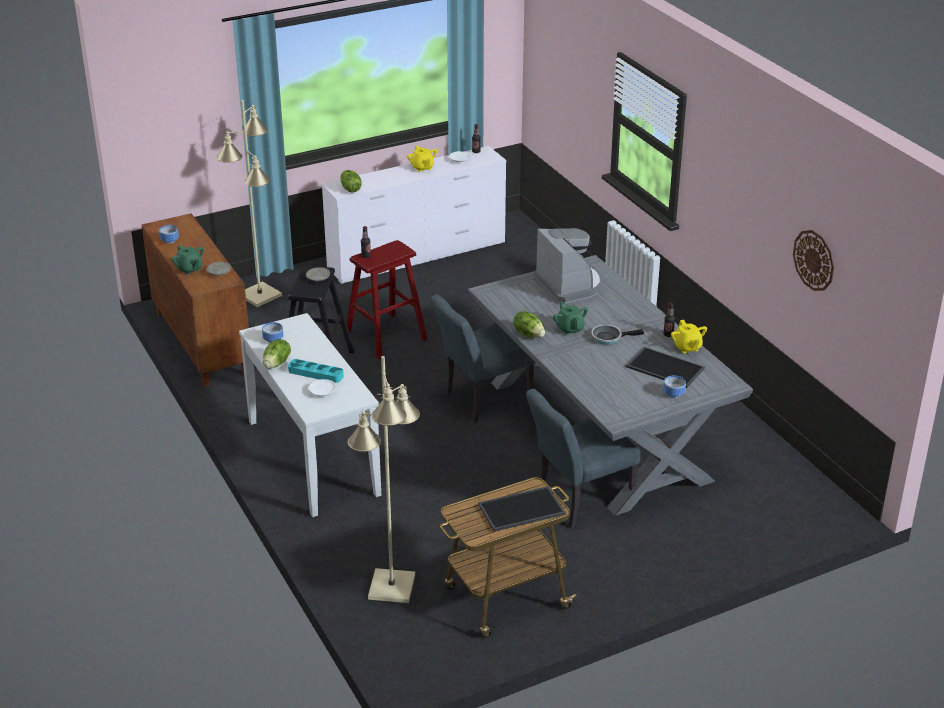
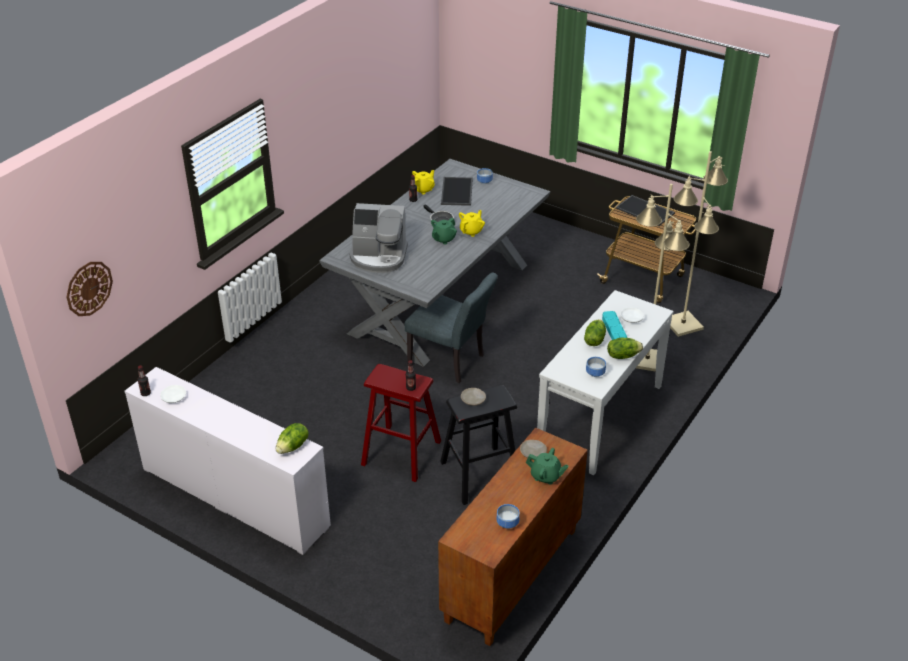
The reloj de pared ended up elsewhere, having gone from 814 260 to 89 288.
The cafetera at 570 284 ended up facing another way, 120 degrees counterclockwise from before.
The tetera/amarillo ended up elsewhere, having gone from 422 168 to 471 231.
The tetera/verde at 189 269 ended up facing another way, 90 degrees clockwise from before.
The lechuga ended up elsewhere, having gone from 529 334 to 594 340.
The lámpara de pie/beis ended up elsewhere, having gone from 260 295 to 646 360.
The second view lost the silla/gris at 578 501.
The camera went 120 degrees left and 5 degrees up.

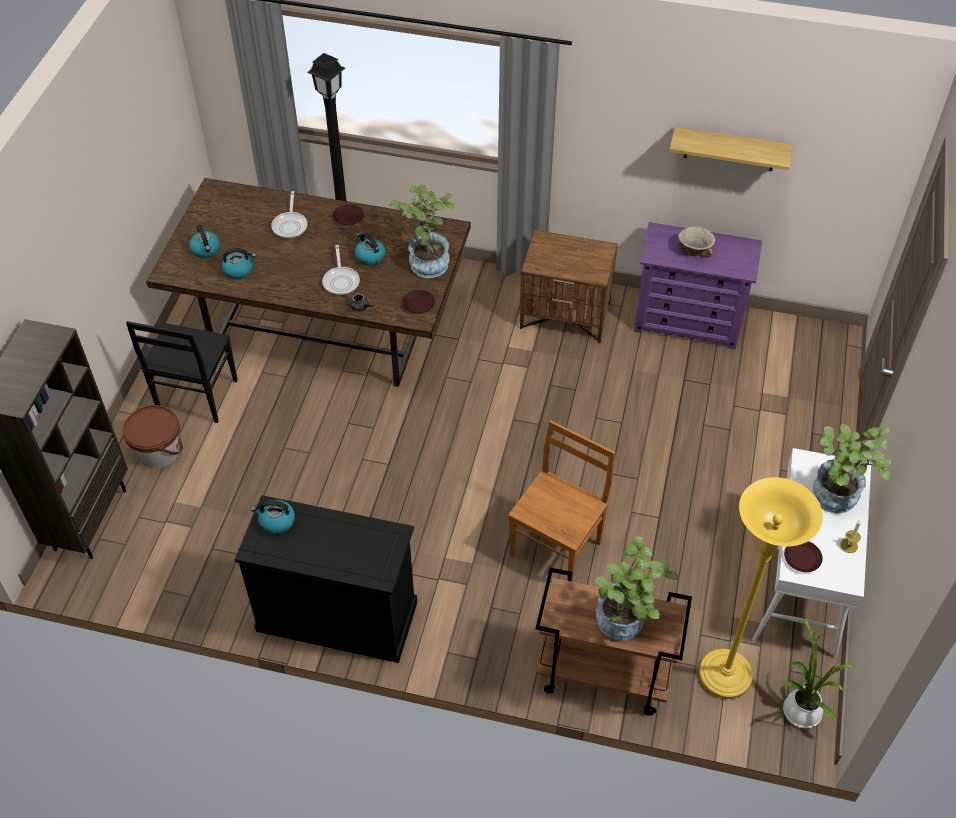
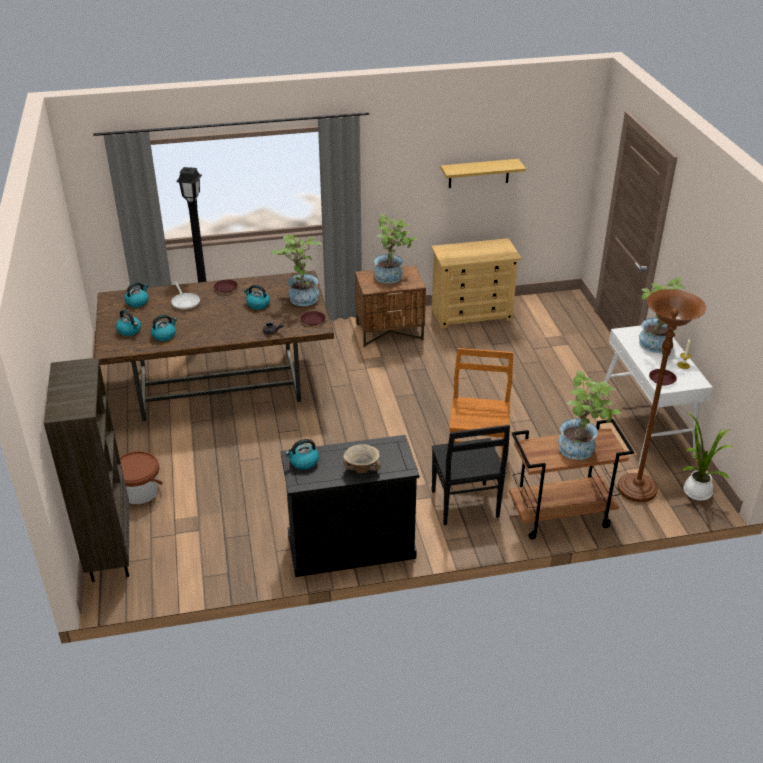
The second view gained the hervidor at 137 302.
The cuenco/beis ended up elsewhere, having gone from 694 251 to 361 468.
The second view gained the planta en maceta at 392 277.
What was the cómoda/morado at 688 321 turned into the cómoda/beis at 472 314.
The silla/negro ended up elsewhere, having gone from 196 397 to 465 505.
What was the lámpara de pie/amarillo at 725 675 turned into the lámpara de pie/marrón at 637 489.
The second view lost the sartén at 341 280.
The camera went 25 degrees left and 15 degrees down.

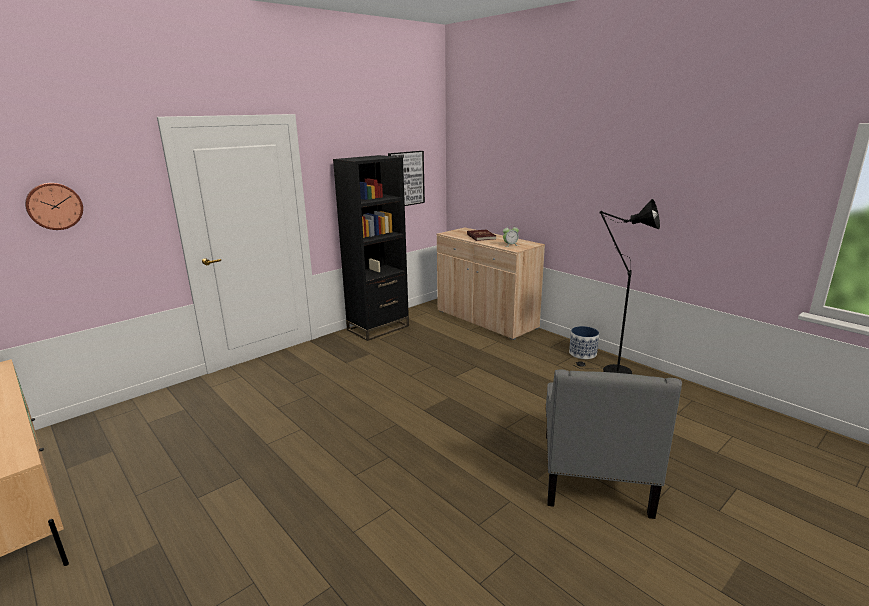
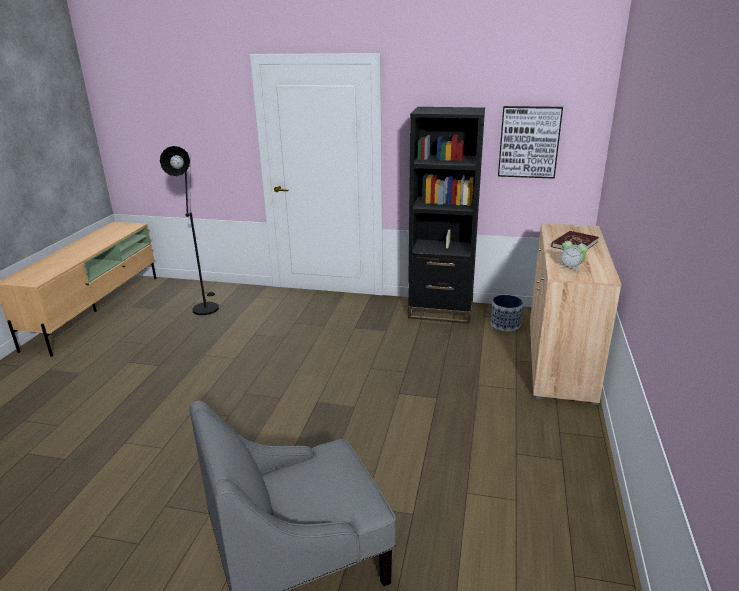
The lámpara de pie/negro ended up elsewhere, having gone from 611 371 to 205 307.
The maceta ended up elsewhere, having gone from 582 353 to 505 324.
The second view lost the reloj de pared at 54 206.
The camera went 55 degrees right and 5 degrees up.

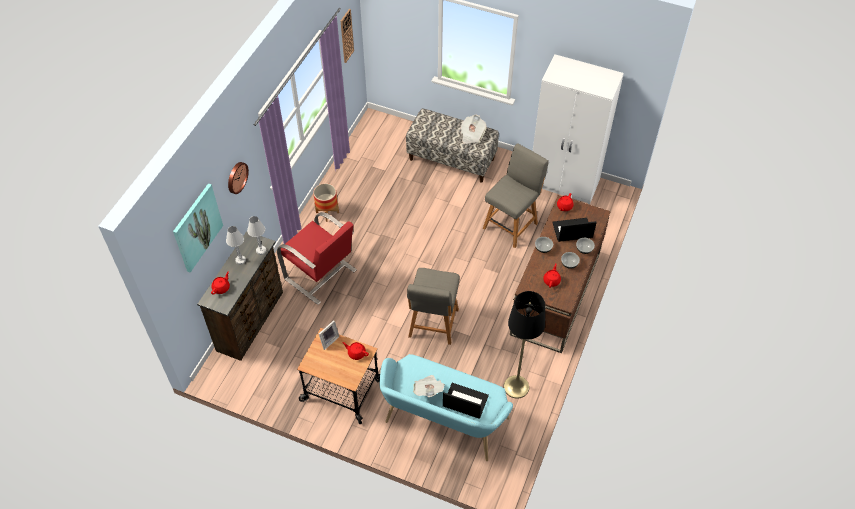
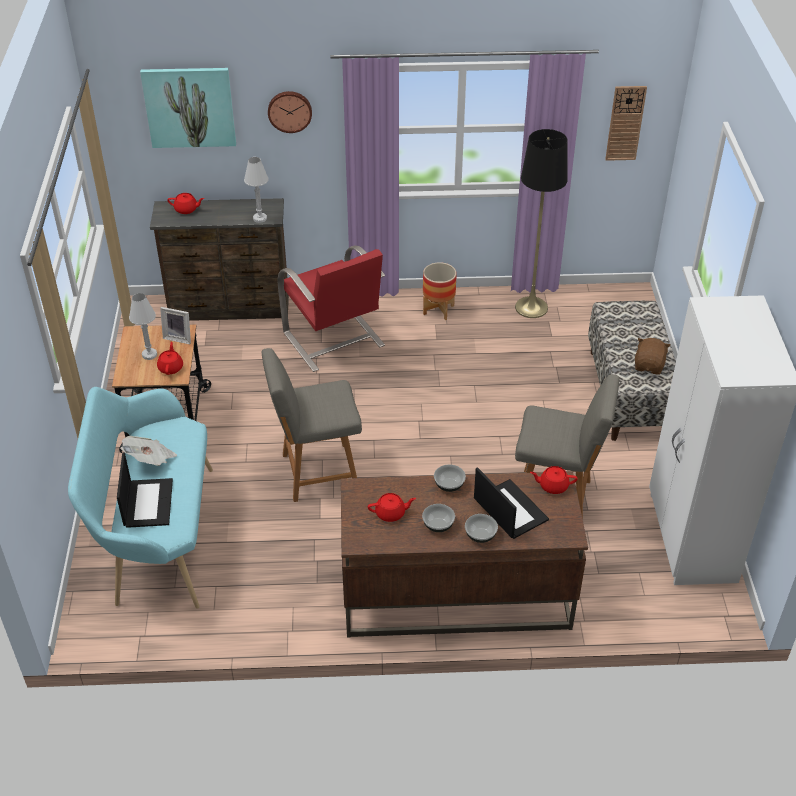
The lámpara de mesa/blanco ended up elsewhere, having gone from 240 260 to 149 354.
The sillón/rojo at 321 275 ended up facing another way, 45 degrees counterclockwise from before.
The lámpara de pie/negro ended up elsewhere, having gone from 516 387 to 531 307.
Where the periódico stood at 472 135, the peluche/marrón came to stand at 649 366.
The camera went 65 degrees right and 10 degrees down.

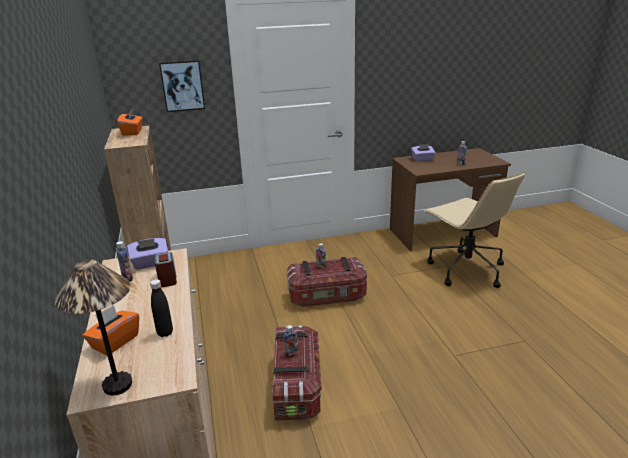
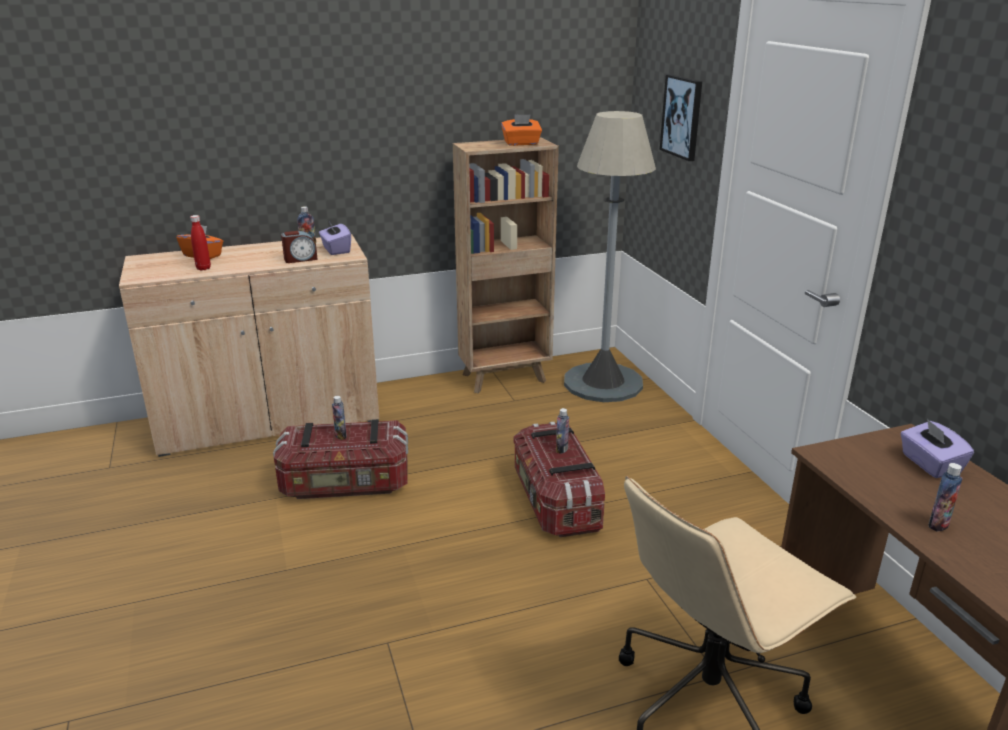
What was the botella/negro at 165 333 turned into the botella/rojo at 203 268.
The second view gained the lámpara de pie/gris at 603 383.
The second view lost the lámpara de mesa at 118 385.
The camera went 85 degrees right and 0 degrees up.

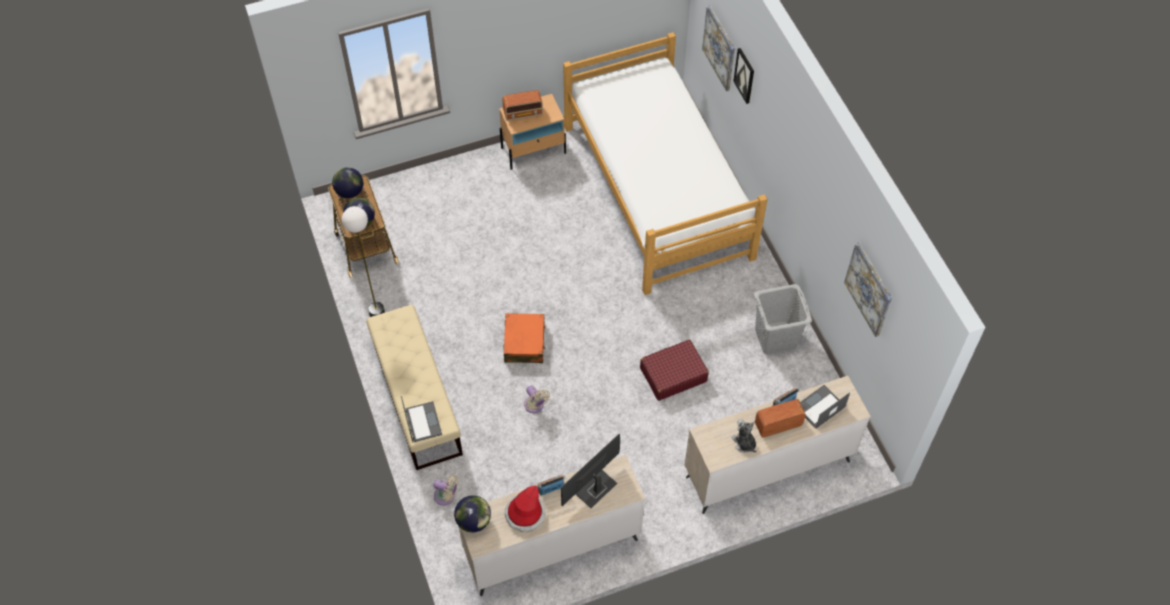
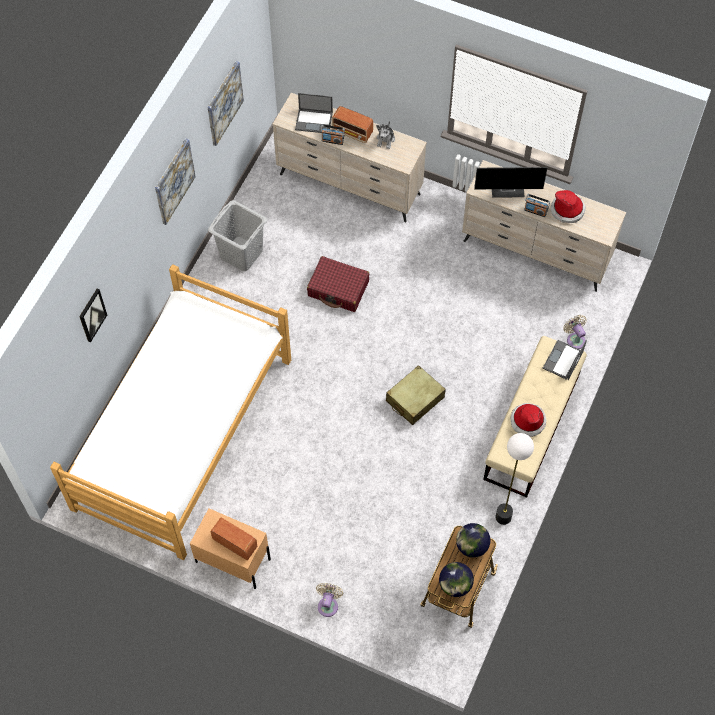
The cuadro ended up elsewhere, having gone from 719 48 to 174 181.
The ventilador/beis ended up elsewhere, having gone from 535 406 to 328 604.
What was the maleta/naranja at 524 343 turned into the maleta/beis at 414 399.
The second view gained the sombrero at 527 421.
The second view lost the globo terráqueo at 474 521.
The camera went 135 degrees left and 5 degrees up.

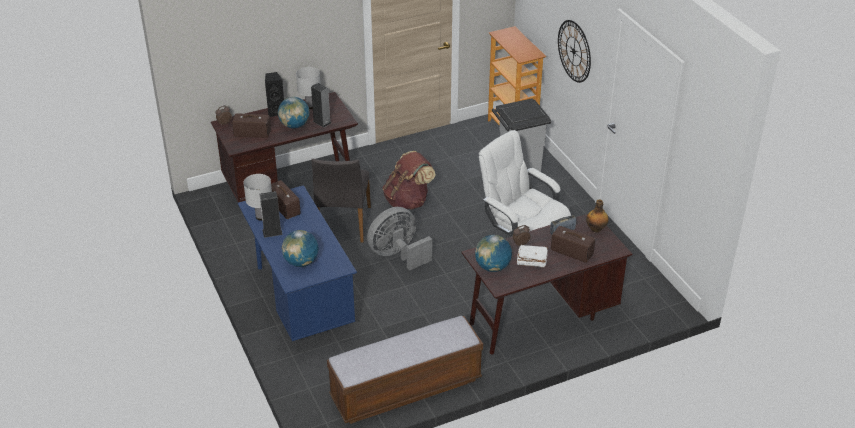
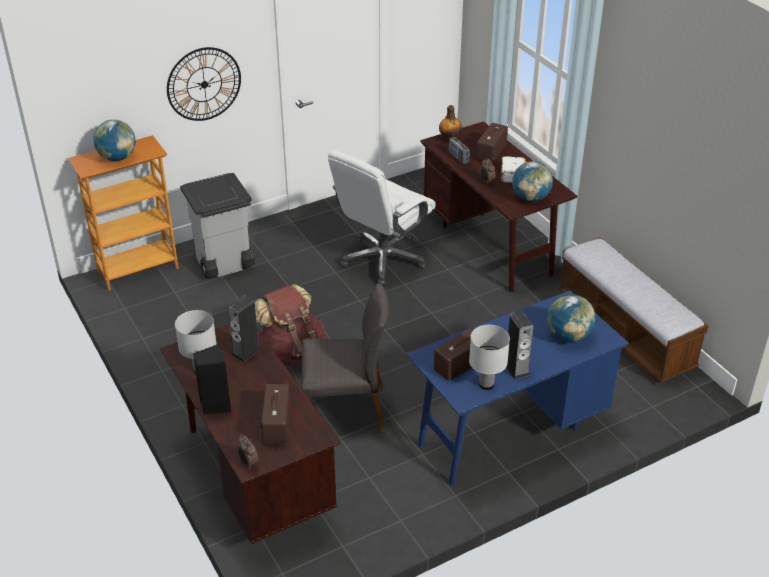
The globo terráqueo ended up elsewhere, having gone from 294 125 to 117 157.
The second view lost the ventilador/gris at 398 255.
The camera went 95 degrees left and 0 degrees up.

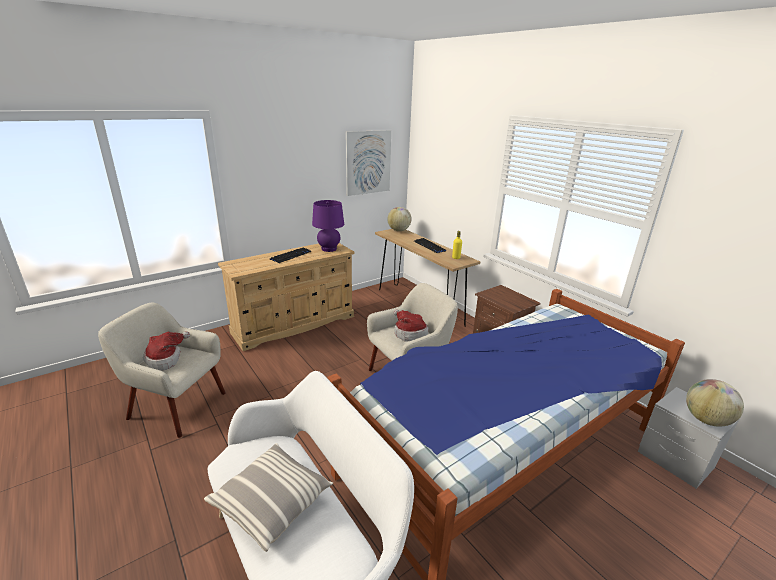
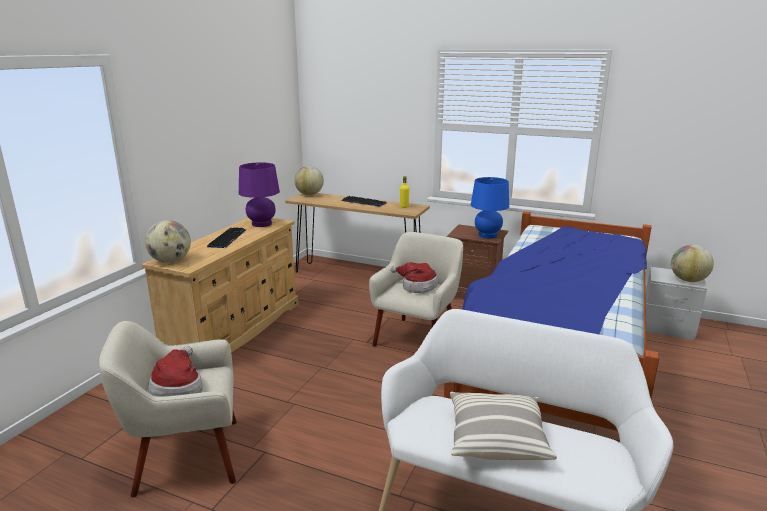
The second view gained the globo terráqueo at 171 261.
The second view gained the lámpara de mesa/azul at 487 235.
The second view lost the cuadro at 368 162.
The camera went 30 degrees left and 5 degrees down.

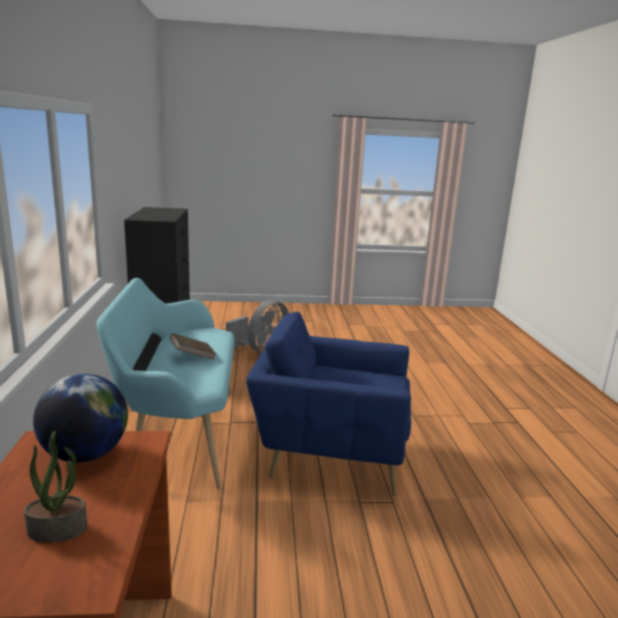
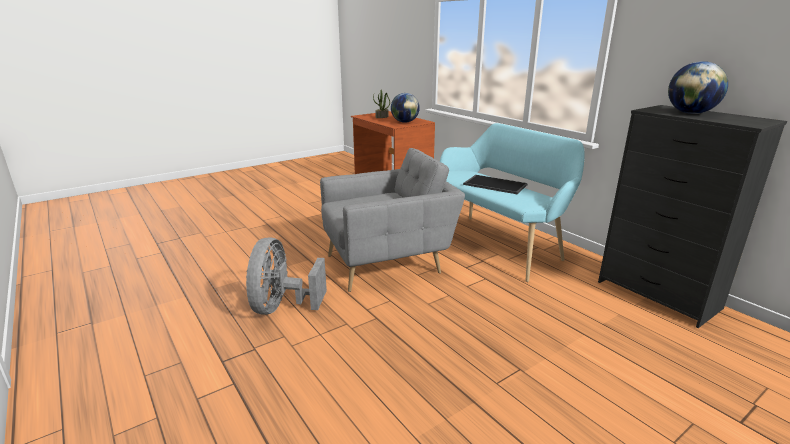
The ventilador/gris ended up elsewhere, having gone from 261 352 to 282 307.
What was the sillón/azul at 329 455 turned into the sillón/gris at 388 263.
Where the libro/marrón stood at 193 356, the bandeja came to stand at 494 185.
The second view gained the globo terráqueo at 690 113.
The camera went 150 degrees right and 5 degrees up.

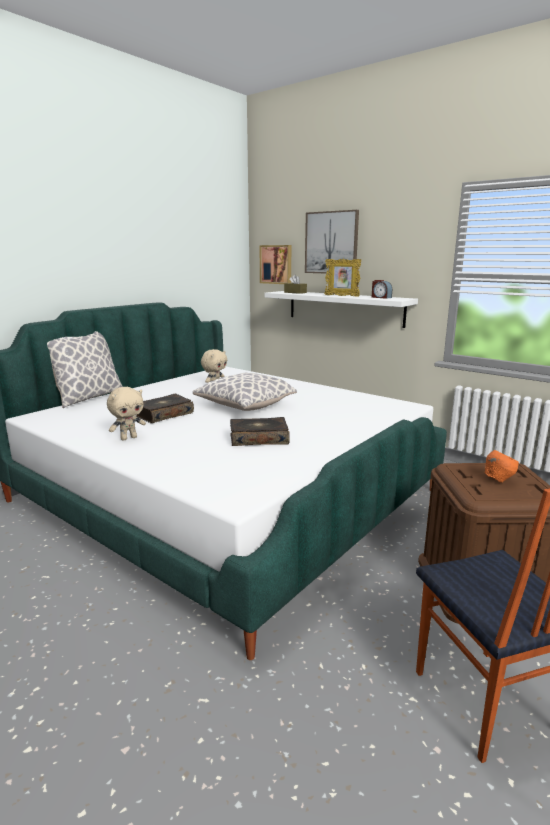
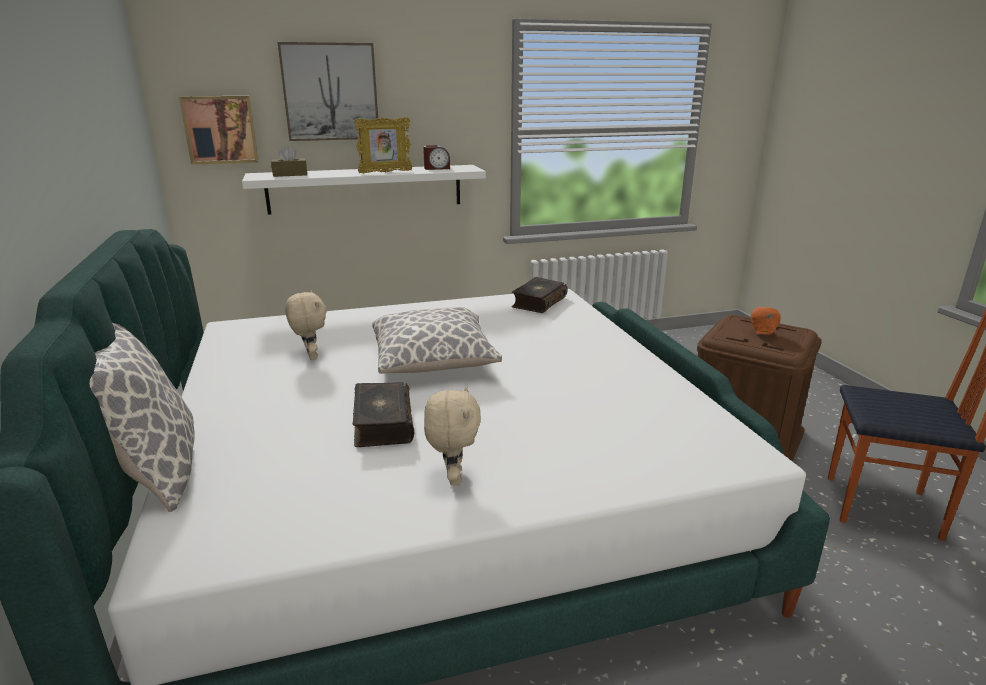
The libro ended up elsewhere, having gone from 259 439 to 538 302.
The camera went 55 degrees left and 5 degrees up.

